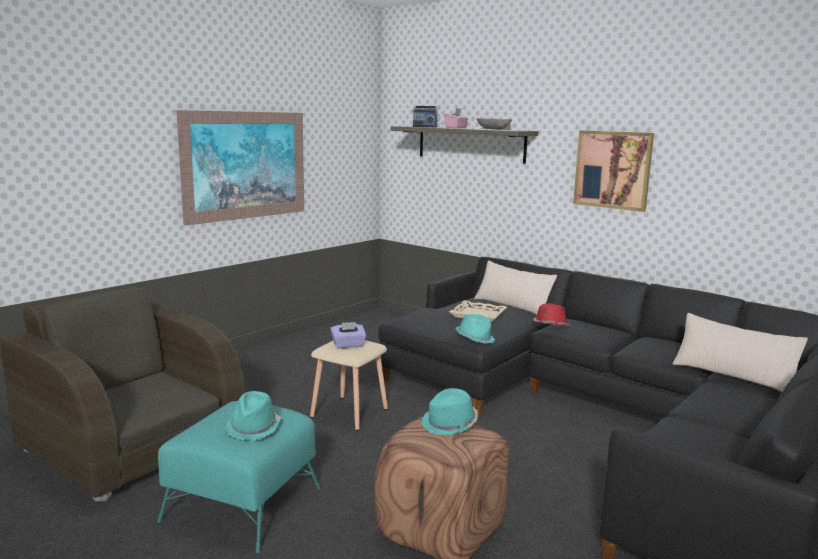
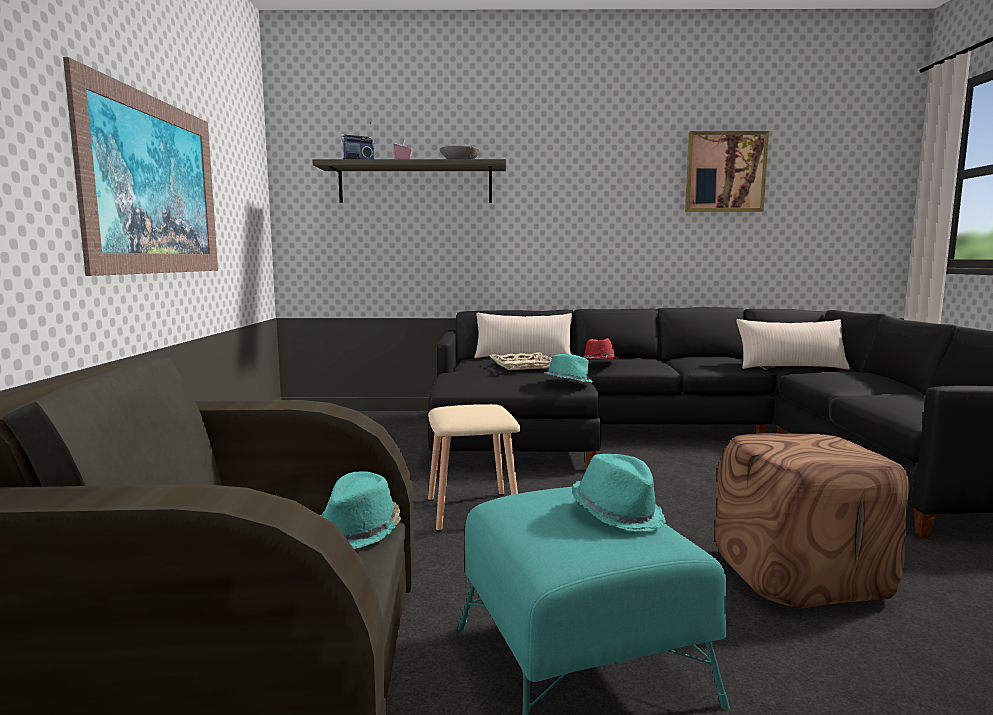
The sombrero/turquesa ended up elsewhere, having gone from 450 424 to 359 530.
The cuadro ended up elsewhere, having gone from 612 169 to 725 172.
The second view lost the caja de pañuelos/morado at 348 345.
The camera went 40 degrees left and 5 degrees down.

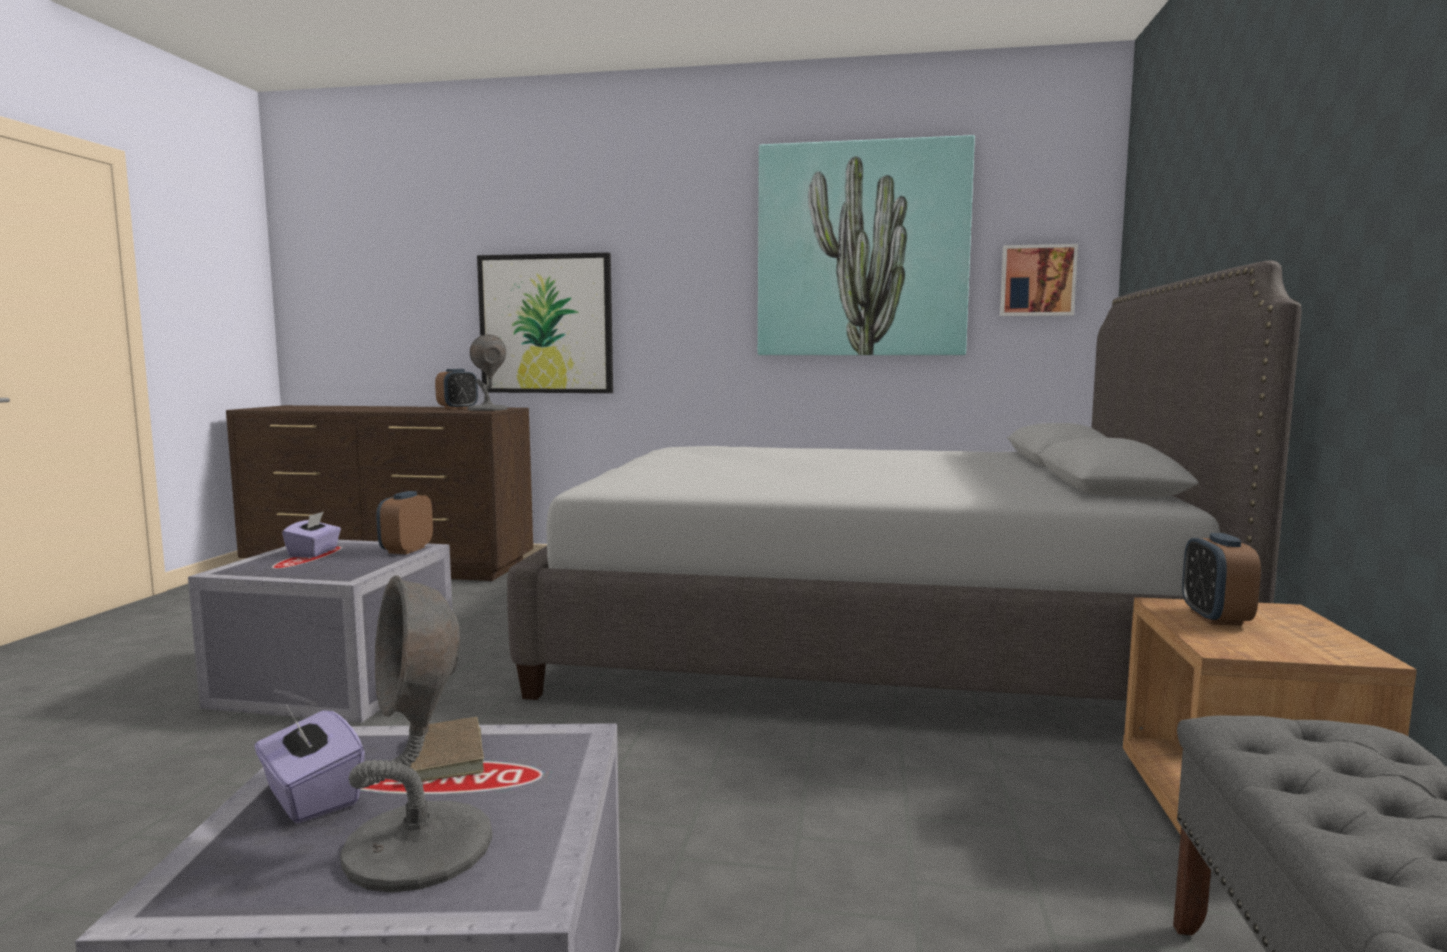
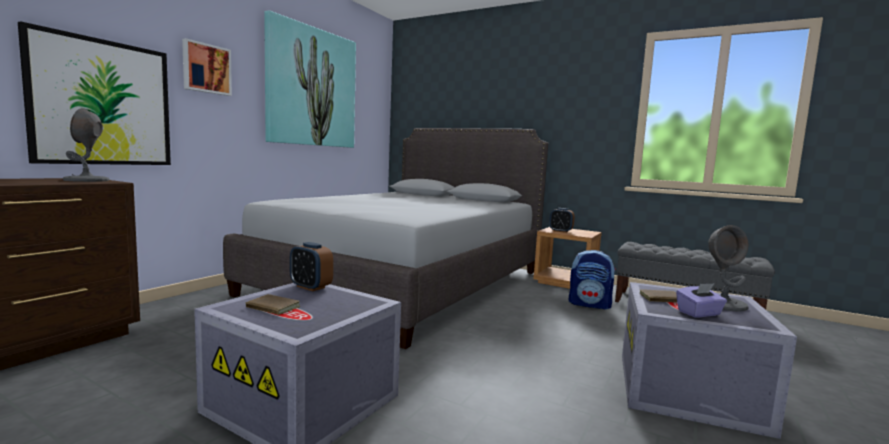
The cuadro ended up elsewhere, having gone from 1037 280 to 206 68.
Where the caja de pañuelos/morado stood at 314 553, the libro/marrón came to stand at 271 308.
The second view gained the mochila at 590 304.
The second view lost the despertador at 457 408.
The camera went 70 degrees left and 0 degrees up.

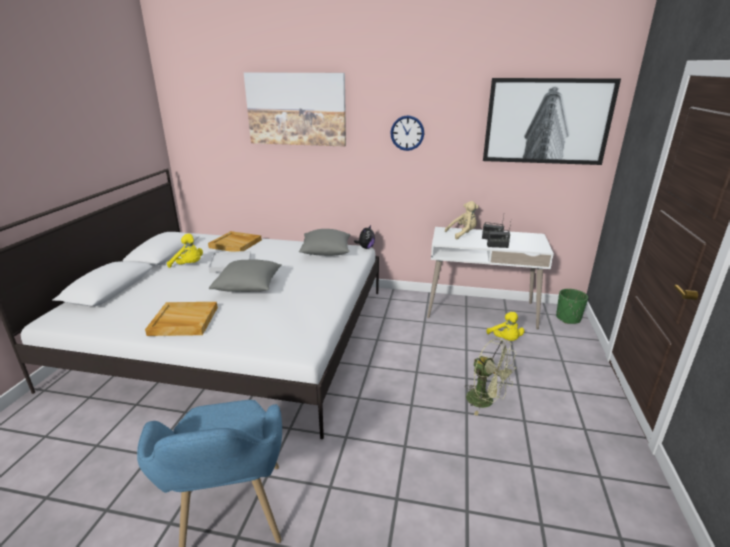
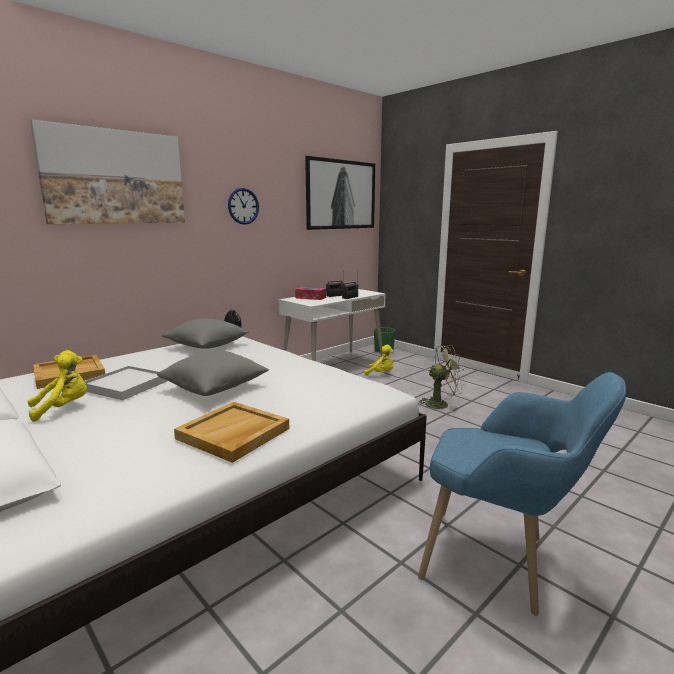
Where the peluche/beis stood at 463 234, the caja de pañuelos came to stand at 310 297.
The camera went 55 degrees left and 10 degrees down.

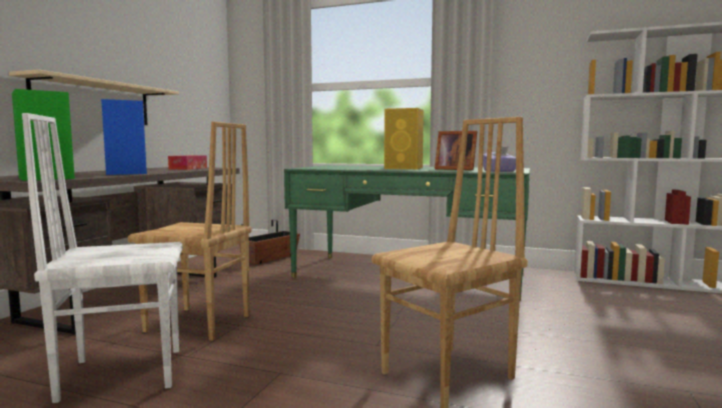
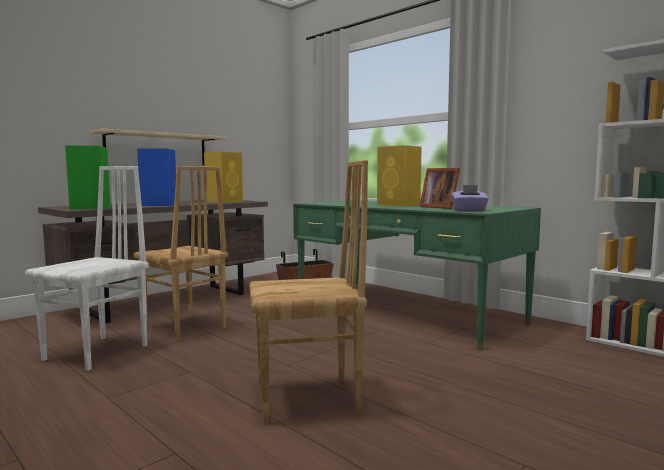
The silla/blanco at 121 373 ended up facing another way, 105 degrees clockwise from before.
Where the caja de pañuelos stood at 188 168, the altavoz/amarillo came to stand at 225 201.
The camera went 25 degrees right and 0 degrees up.

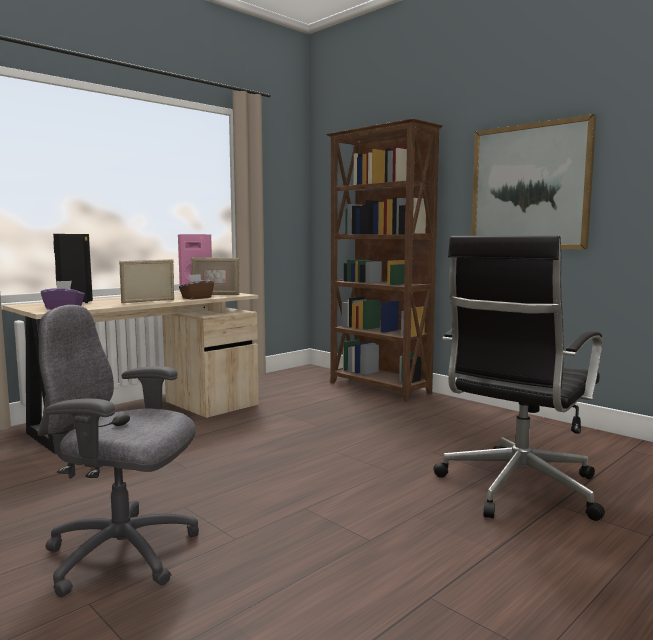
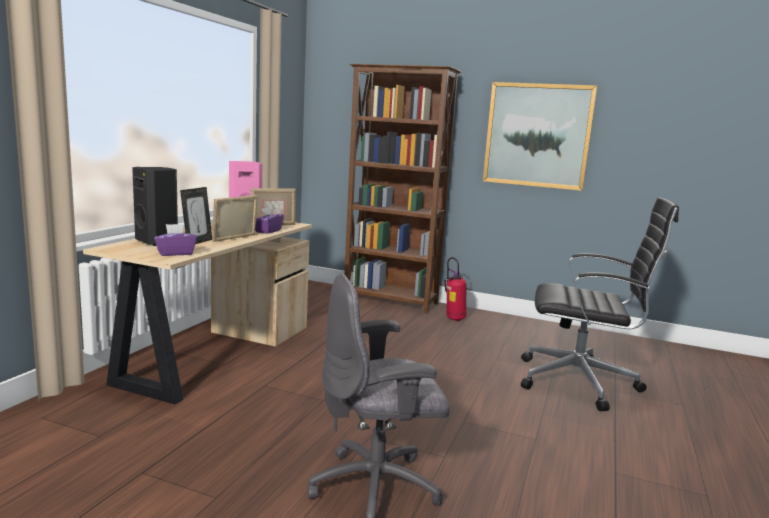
The second view gained the portarretratos at 197 242.
What was the caja de pañuelos/marrón at 196 298 turned into the caja de pañuelos/morado at 267 231.
The second view gained the extintor at 453 319.
The silla de oficina/negro at 516 489 ended up facing another way, 90 degrees counterclockwise from before.
The camera went 25 degrees left and 5 degrees up.

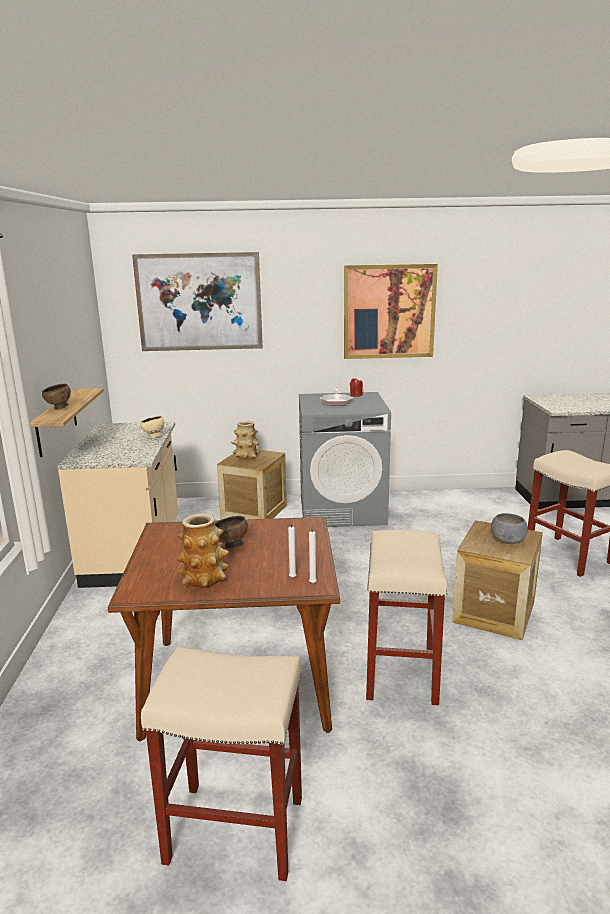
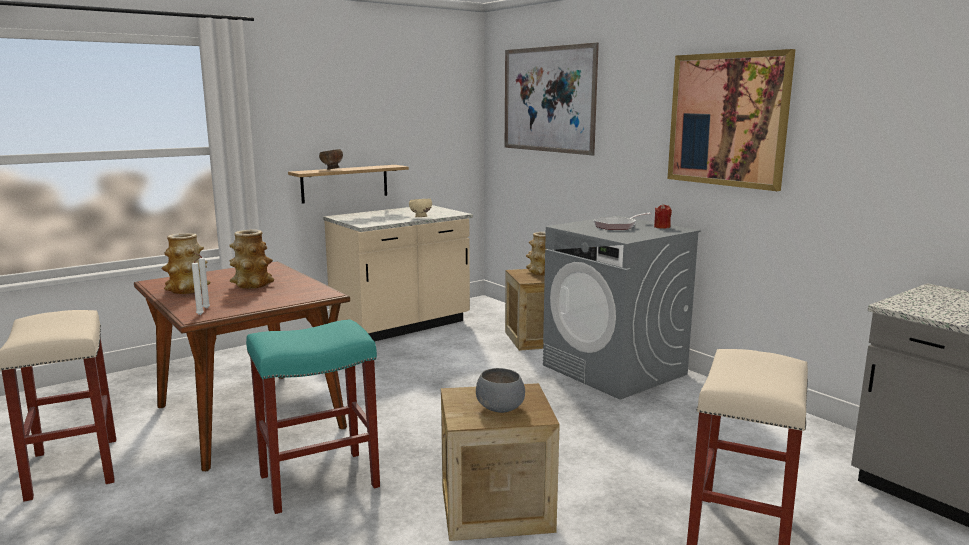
Where the cuenco/marrón stood at 231 546, the florero came to stand at 252 285.
What was the taburete/beis at 402 673 turned into the taburete/turquesa at 317 482.
The camera went 55 degrees right and 5 degrees down.

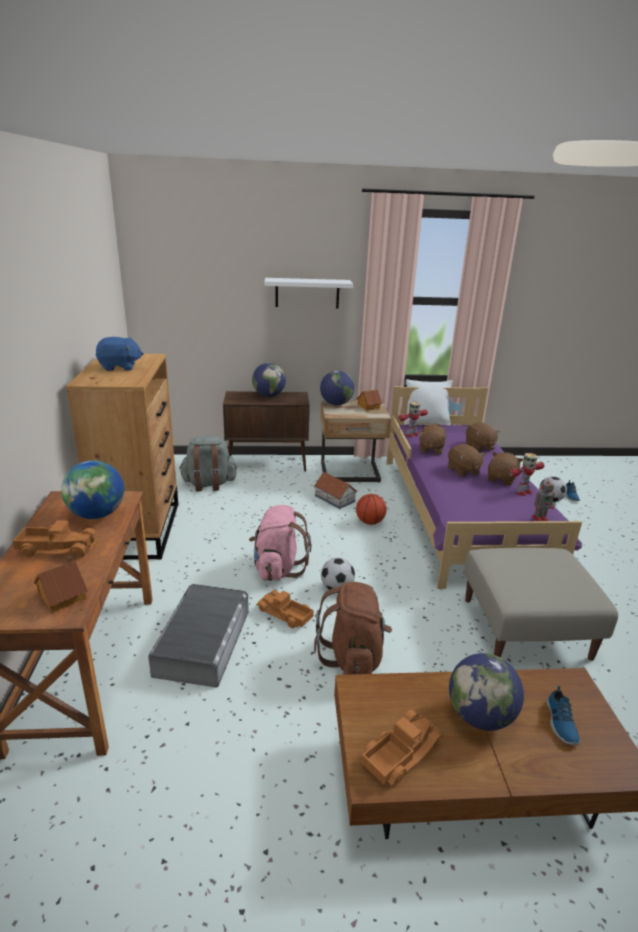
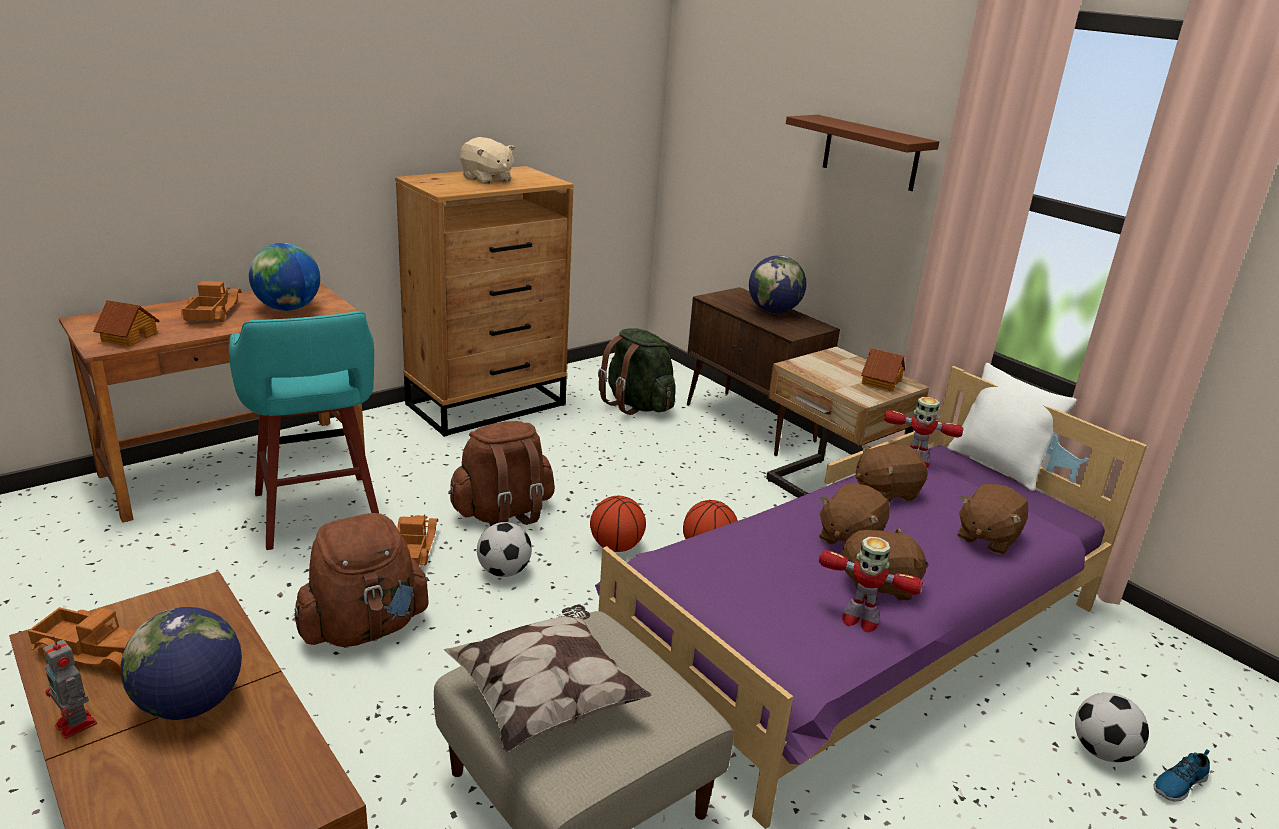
The robot de juguete ended up elsewhere, having gone from 540 518 to 77 725.
The camión de juguete at 58 548 ended up facing another way, 150 degrees counterclockwise from before.
Where the caja de almacenaje/gris stood at 203 642, the taburete/turquesa came to stand at 317 514.
The second view gained the cojín at 546 699.
What was the mochila/rosa at 277 568 turned into the mochila/marrón at 503 513.
What was the peluche/azul at 120 367 turned into the peluche/beis at 486 179.
The second view gained the balón de baloncesto at 616 547.
What was the mochila/gris at 208 484 turned into the mochila/verde at 637 405.
What was the estante/blanco at 307 293 turned into the estante/marrón at 870 153.
The second view lost the casita at 335 499.
The second view lost the globo terráqueo at 336 404.
The second view lost the zapato at 560 722.
The camera went 55 degrees right and 0 degrees up.

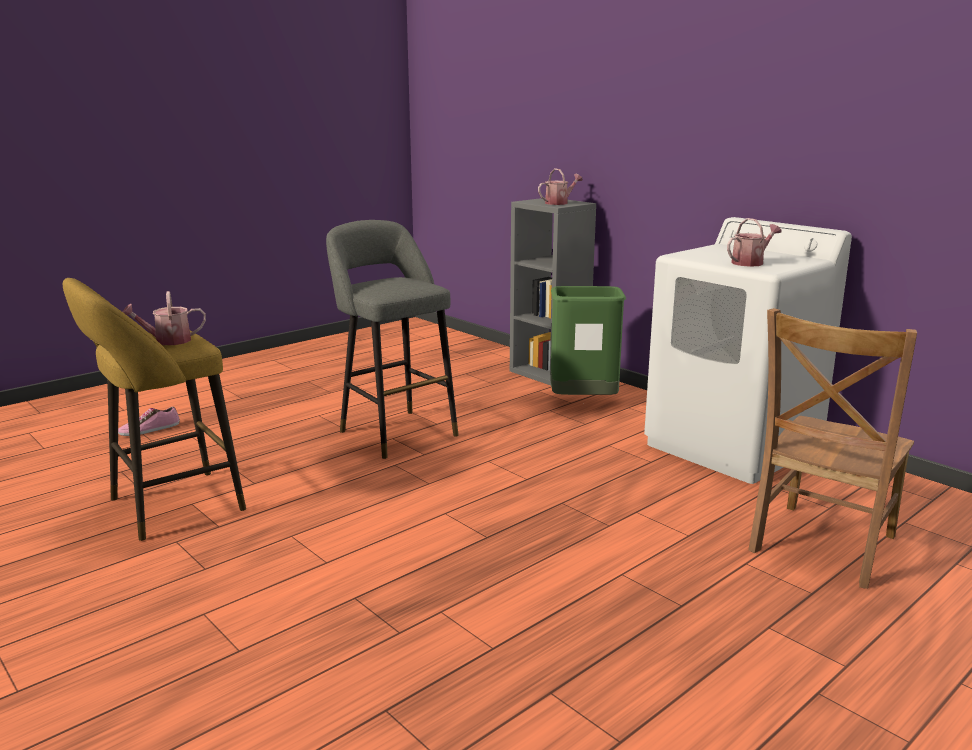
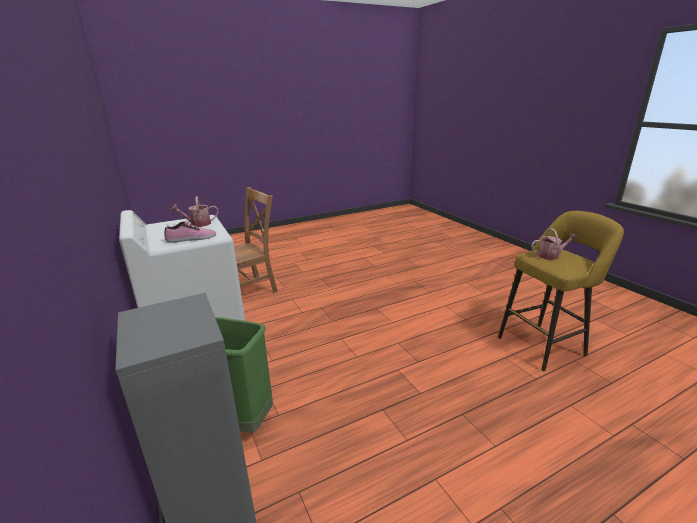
The zapato ended up elsewhere, having gone from 149 429 to 191 239.
The second view lost the taburete/gris at 394 431.
The second view lost the regadera at 559 203.
The camera went 165 degrees left and 5 degrees up.

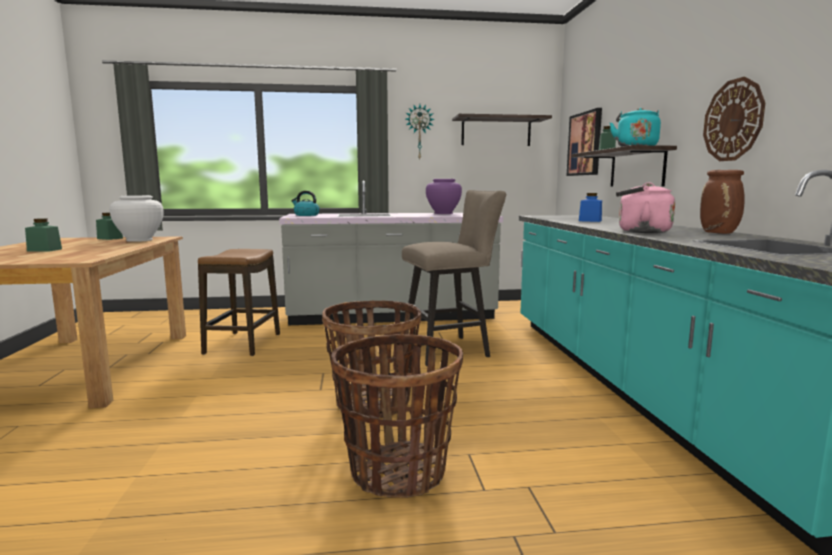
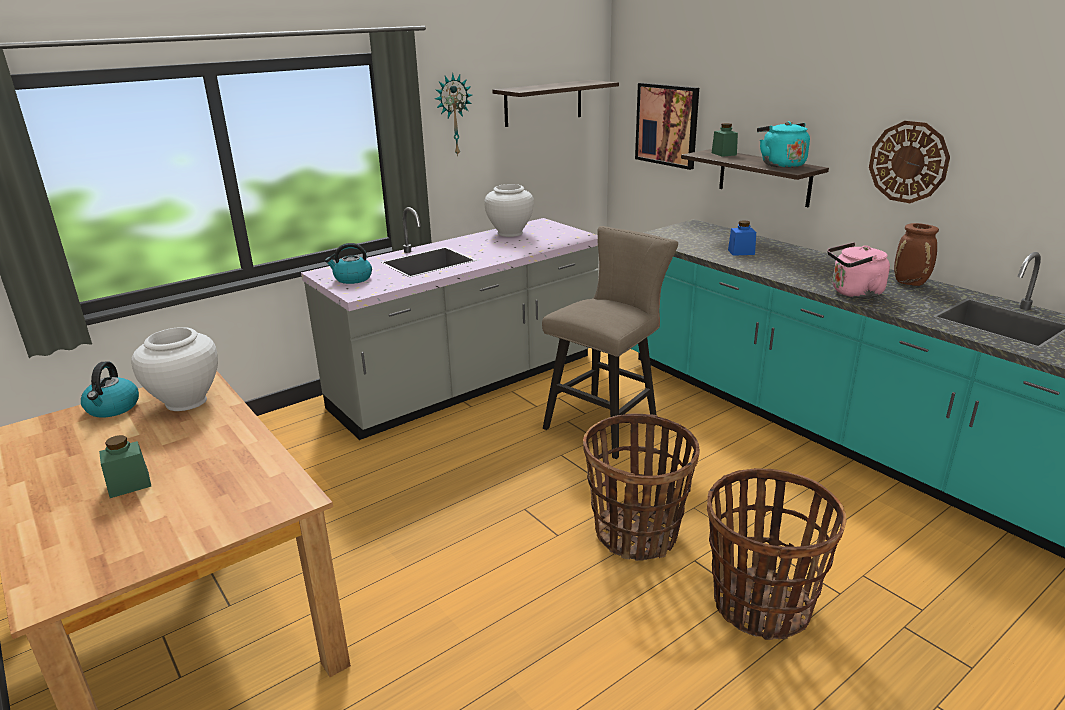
Where the tarro/verde stood at 110 238, the hervidor came to stand at 113 408.
What was the florero/morado at 443 213 turned into the florero/blanco at 510 233.
The second view lost the taburete at 243 344.
The camera went 30 degrees left and 15 degrees up.

